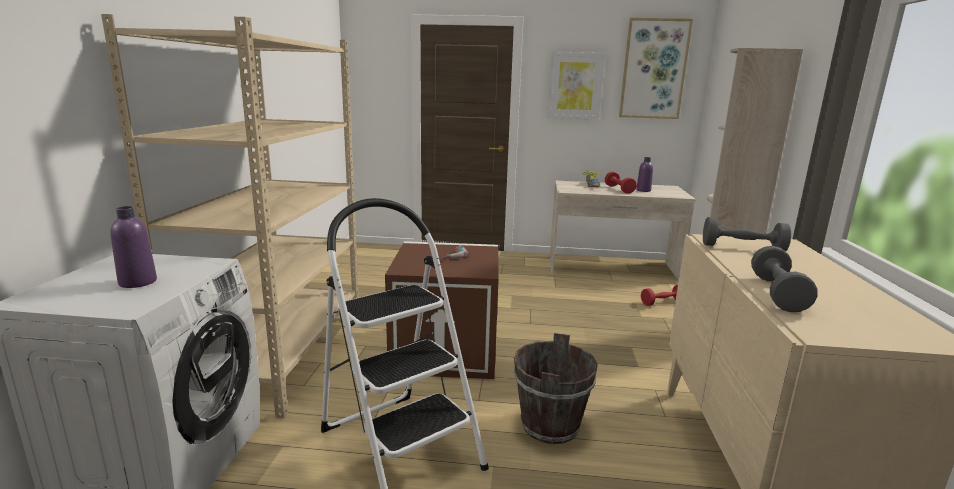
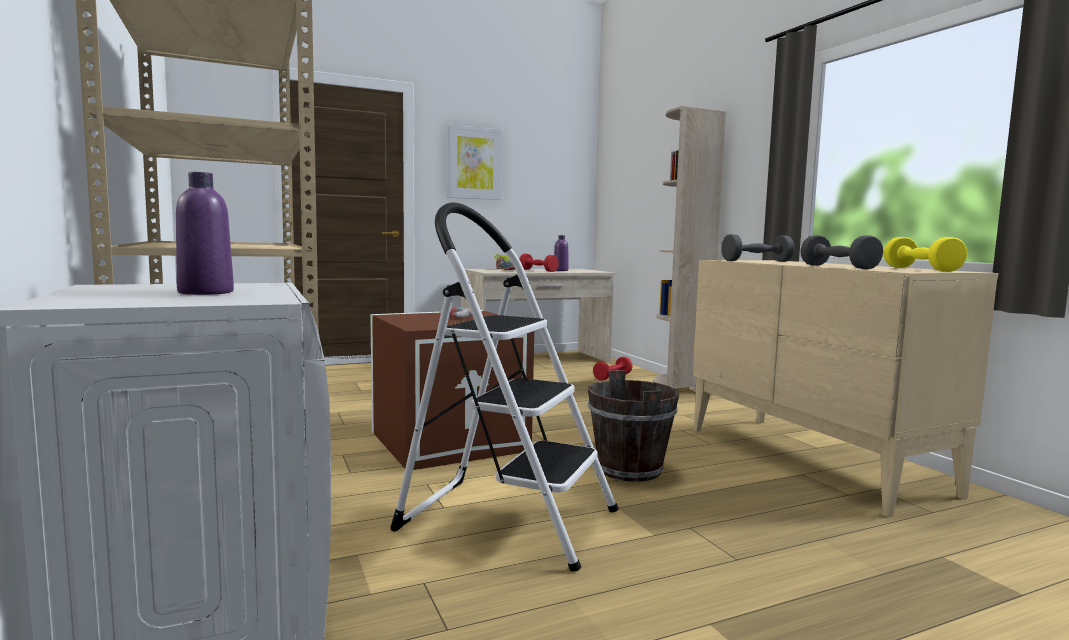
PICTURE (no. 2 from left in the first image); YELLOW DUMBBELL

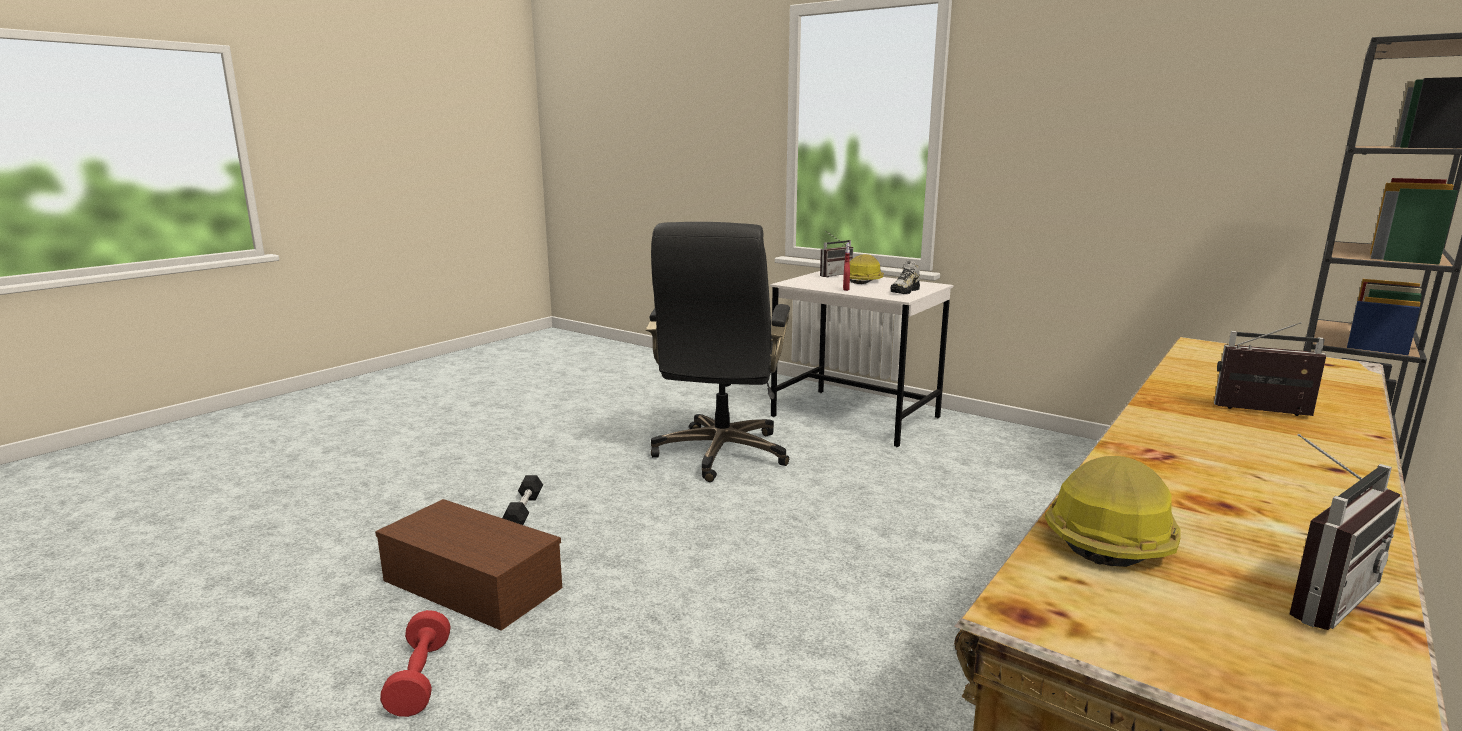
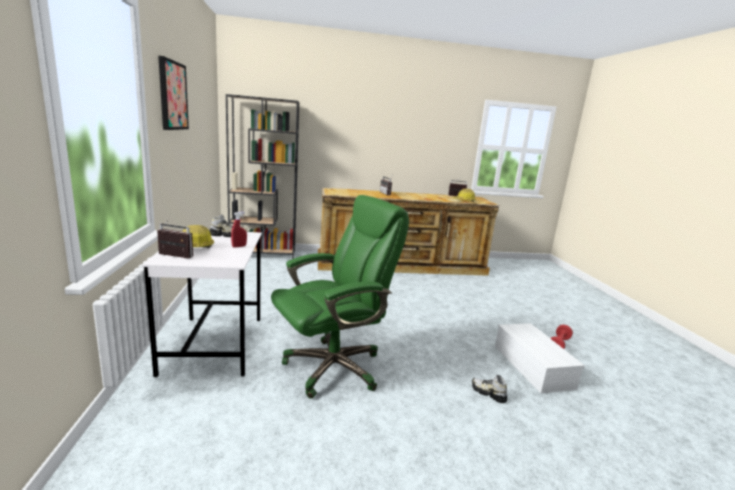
GREEN OFFICE CHAIR; SHOE (no. 2 from left); WHITE STORAGE BOX; PICTURE

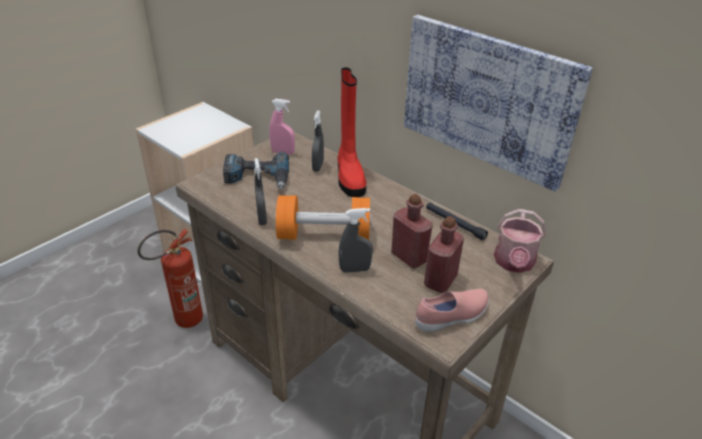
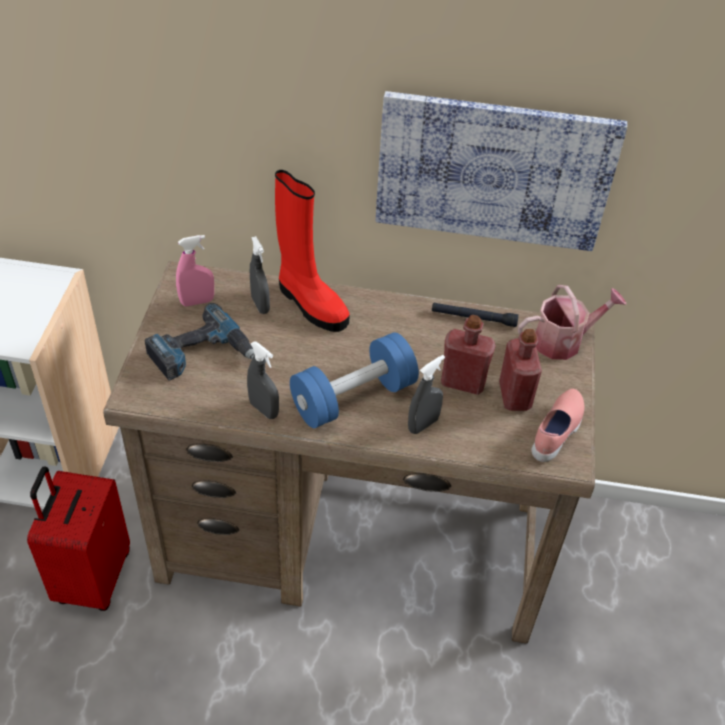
BLUE DUMBBELL; WATERING CAN; RED SUITCASE

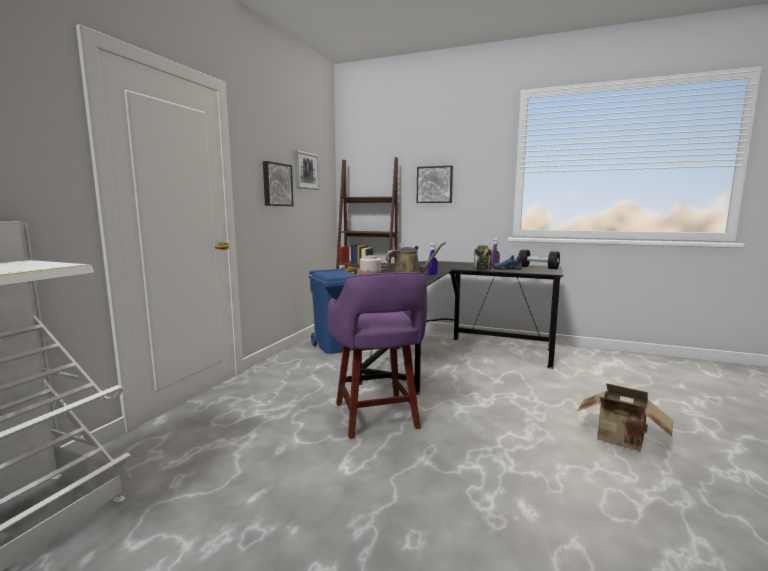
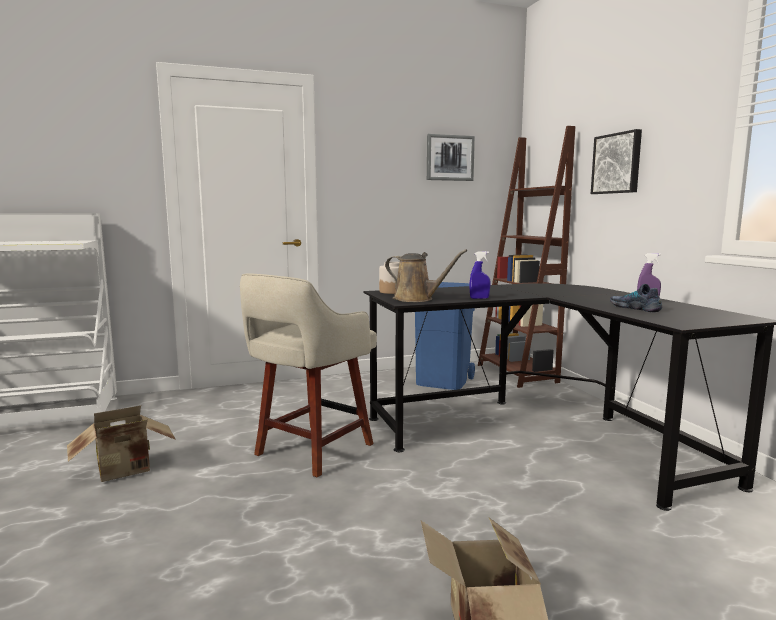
PICTURE (no. 1 from left in the first image); JAR (no. 2 from left in the first image); BLACK DUMBBELL; BEIGE STOOL; CARDBOARD BOX (no. 1 from left)

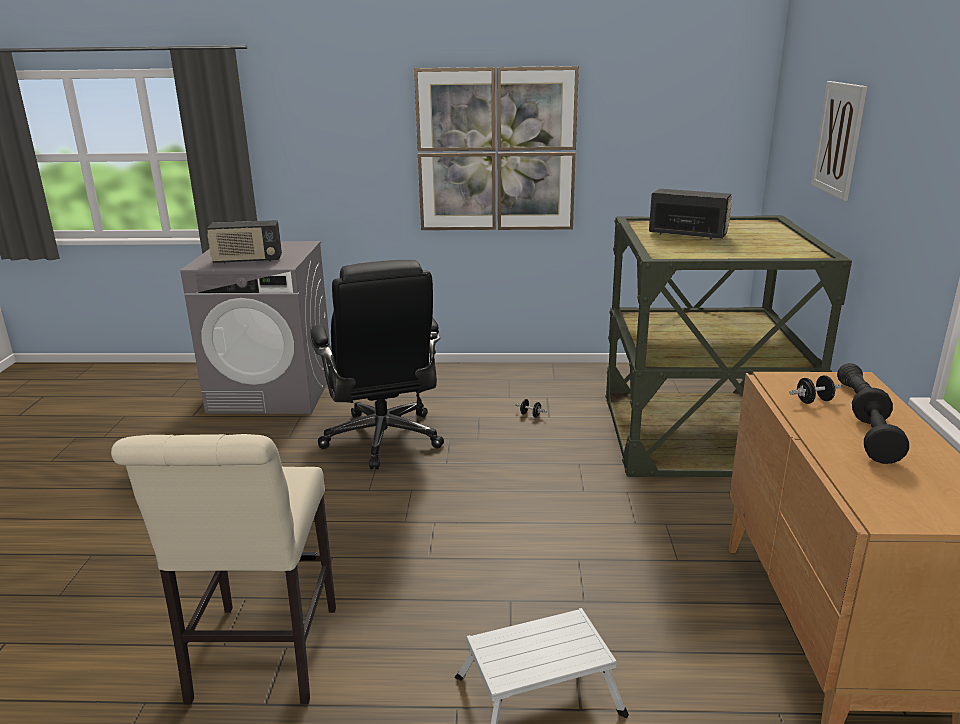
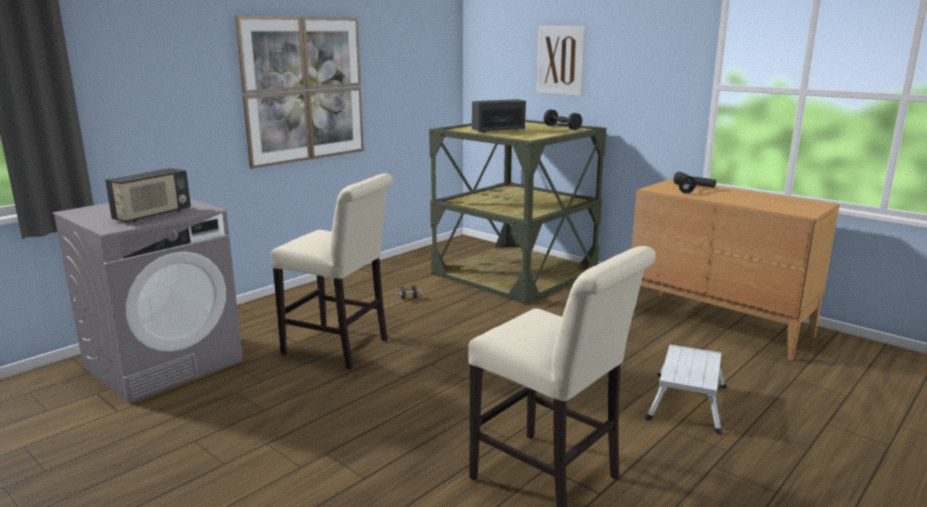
BEIGE STOOL (no. 1 from left); BLACK DUMBBELL (no. 2 from left)

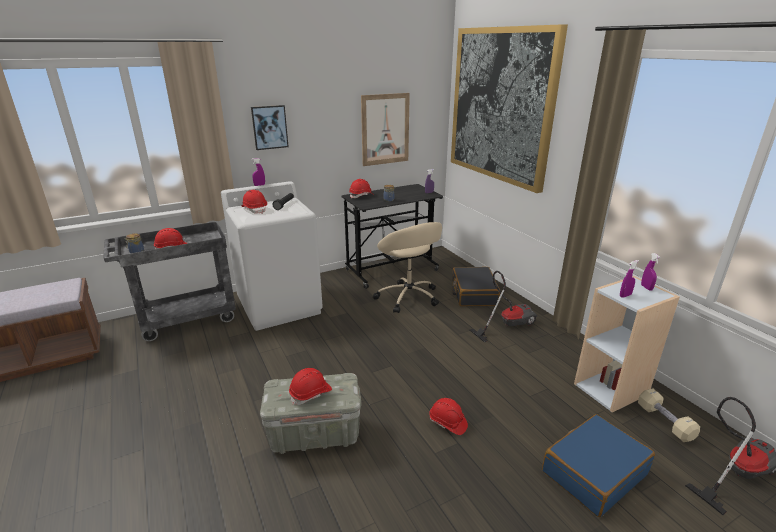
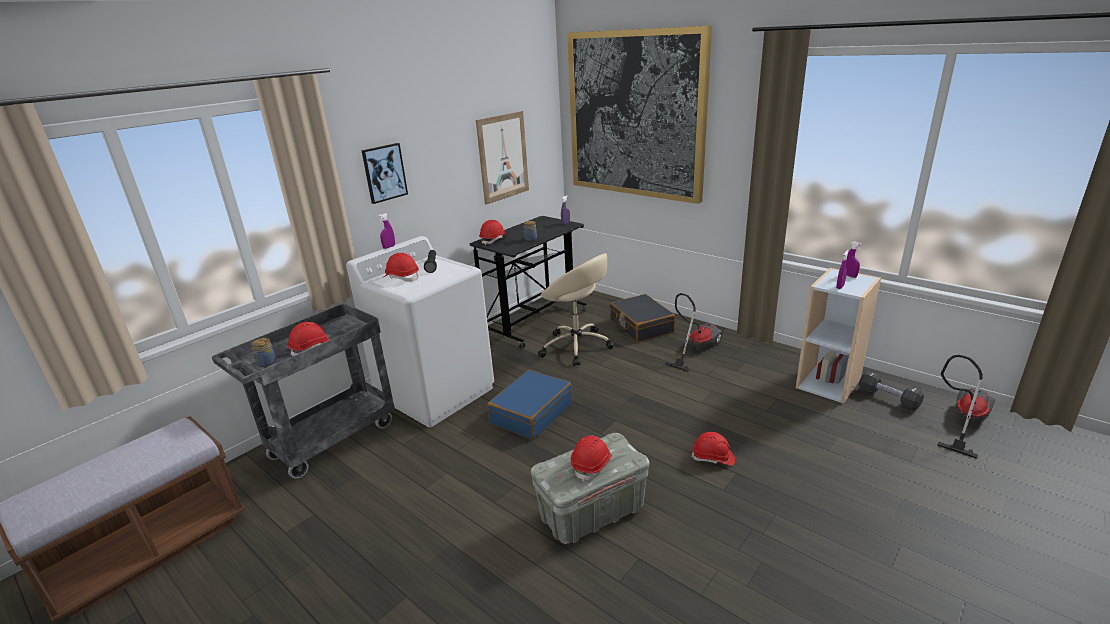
BLACK DUMBBELL; BLUE SUITCASE

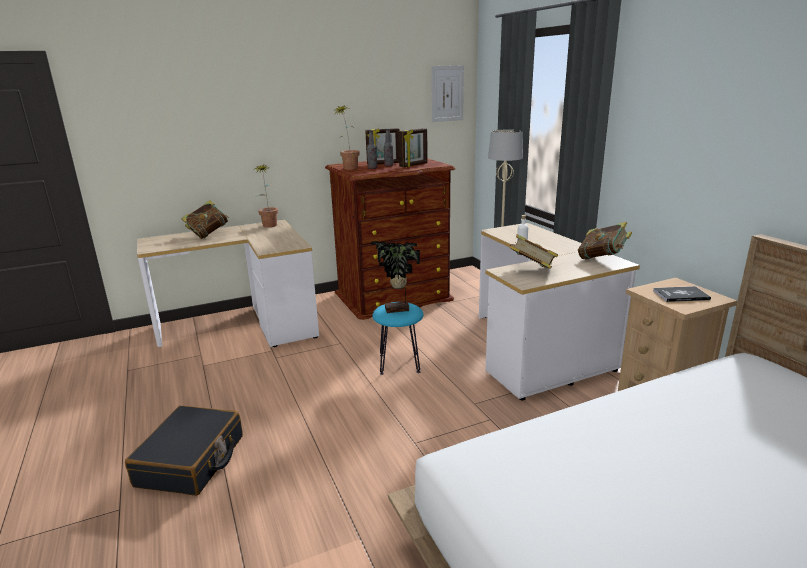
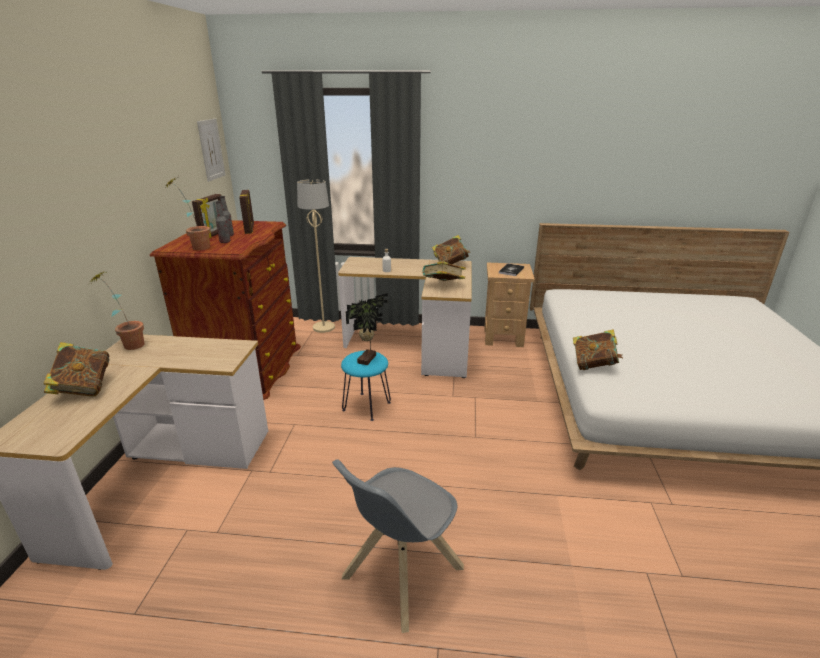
GREY CHAIR; BOOK (no. 5 from left)

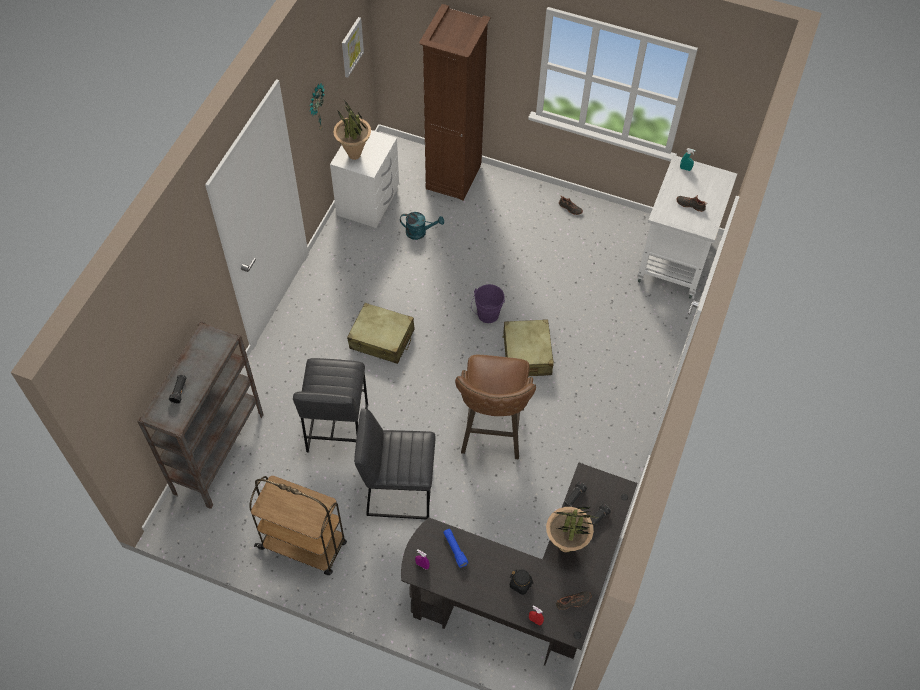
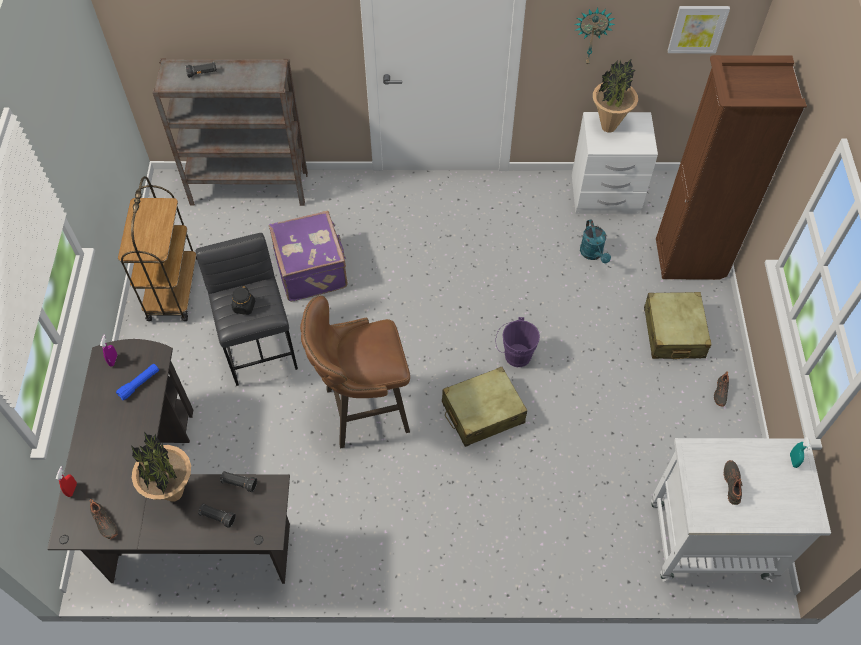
BEIGE SUITCASE (no. 2 from left); PURPLE SUITCASE; BLACK JAR

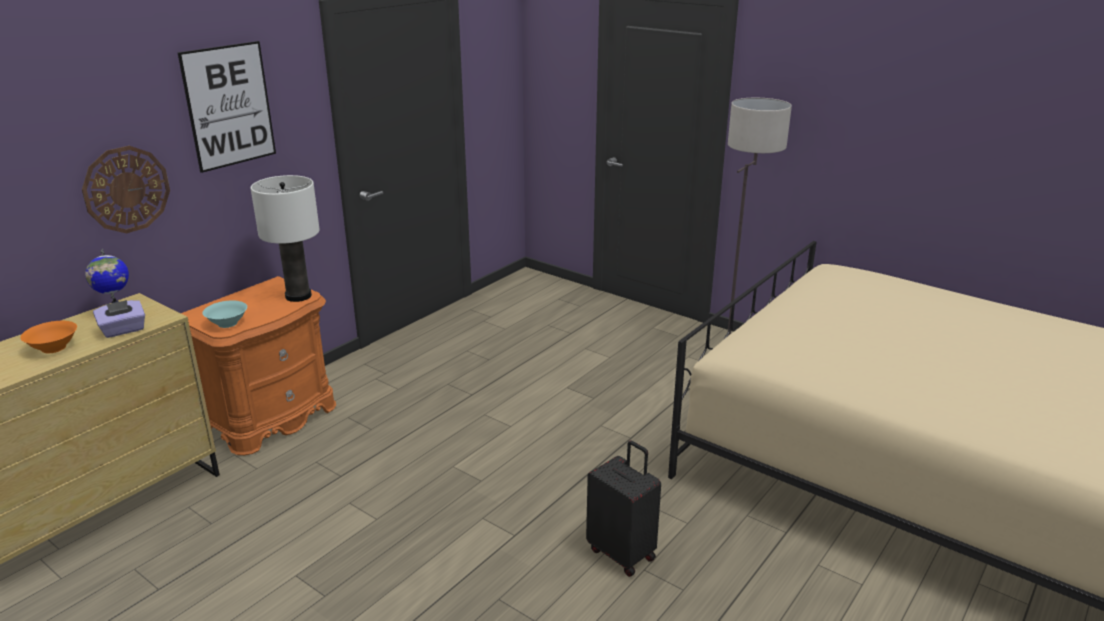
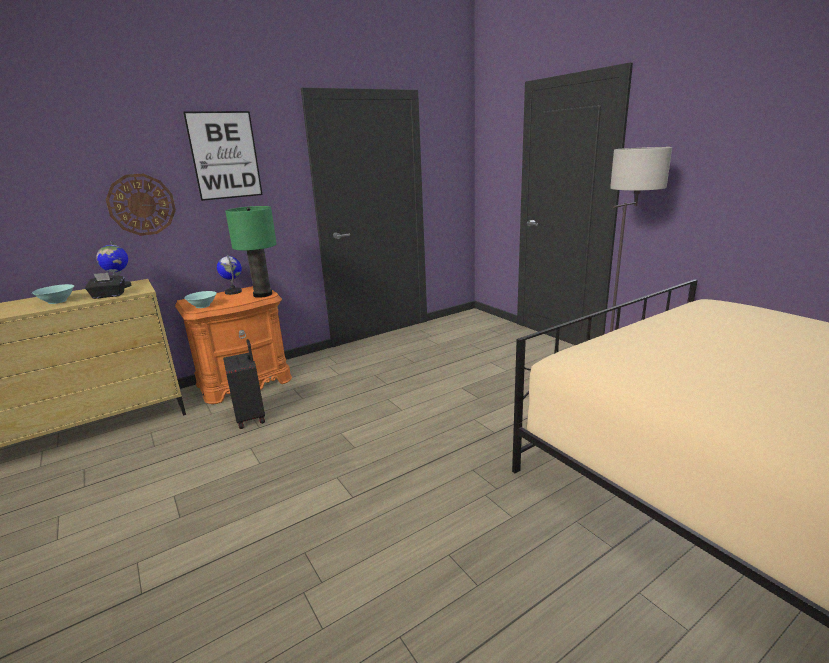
GREEN TABLE LAMP; BLACK TISSUE BOX; TURQUOISE BOWL (no. 1 from left); BLACK SUITCASE; GLOBE (no. 2 from left)

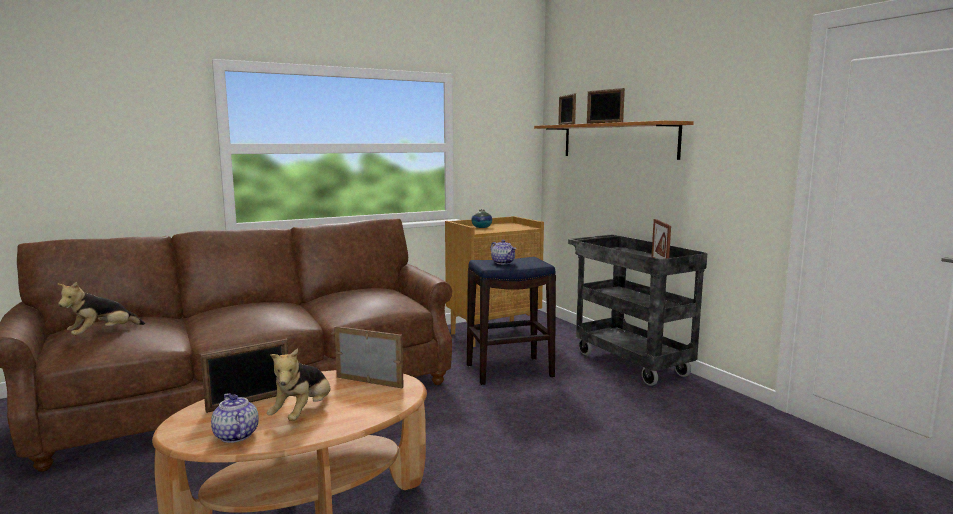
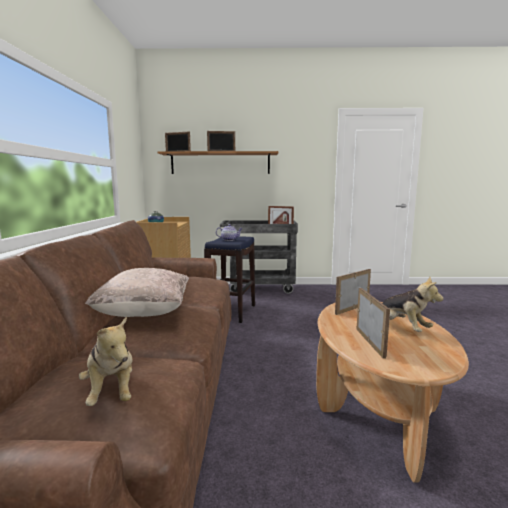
TEAPOT (no. 1 from left in the first image); BEIGE PILLOW

